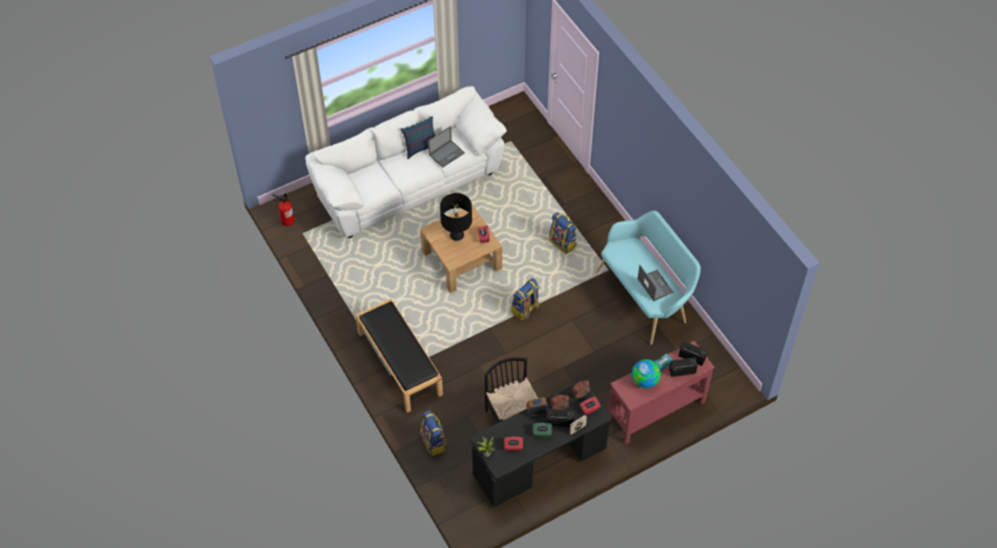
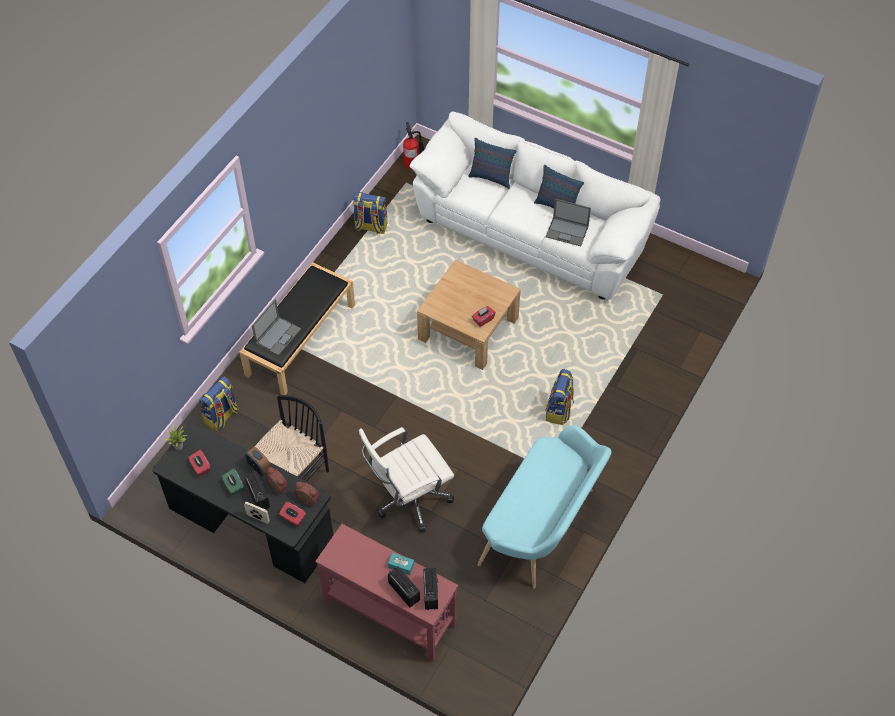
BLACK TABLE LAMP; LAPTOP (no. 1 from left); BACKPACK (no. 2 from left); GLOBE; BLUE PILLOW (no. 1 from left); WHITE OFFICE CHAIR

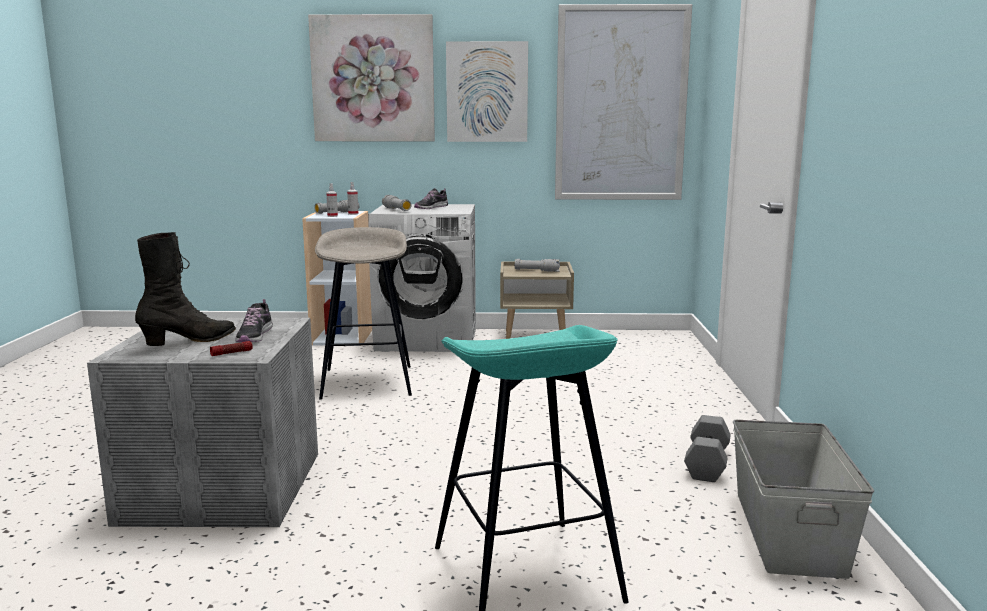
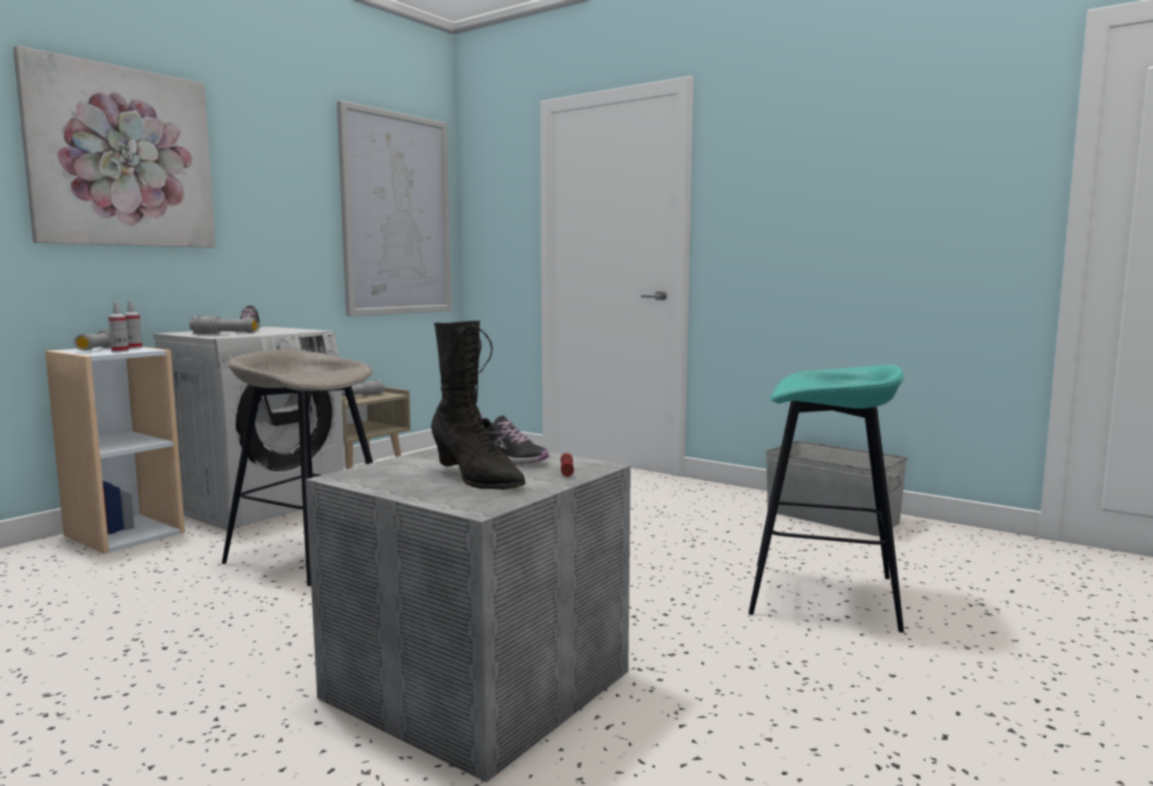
PICTURE (no. 2 from left in the first image); BLACK BOOT; GREY DUMBBELL

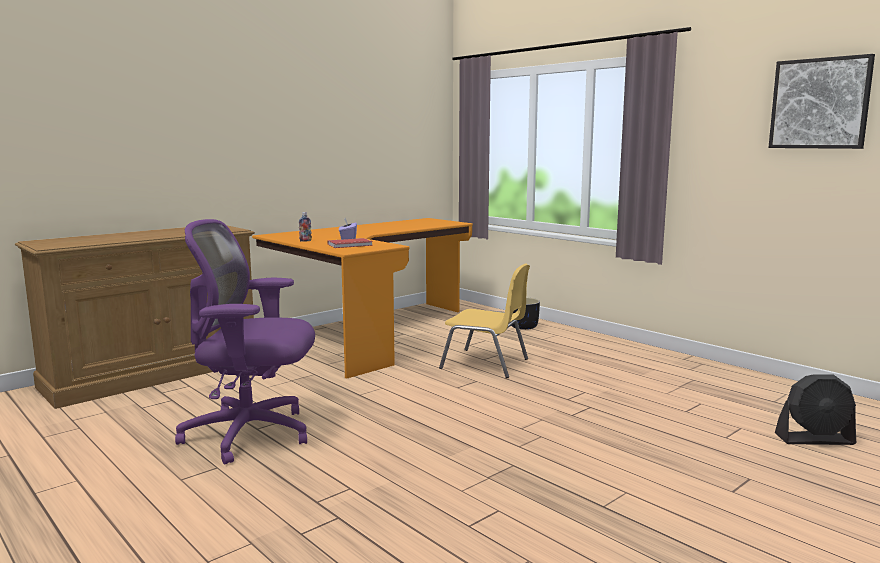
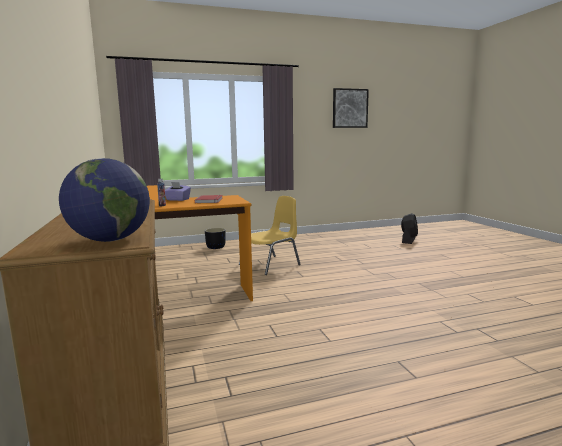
PURPLE OFFICE CHAIR; GLOBE

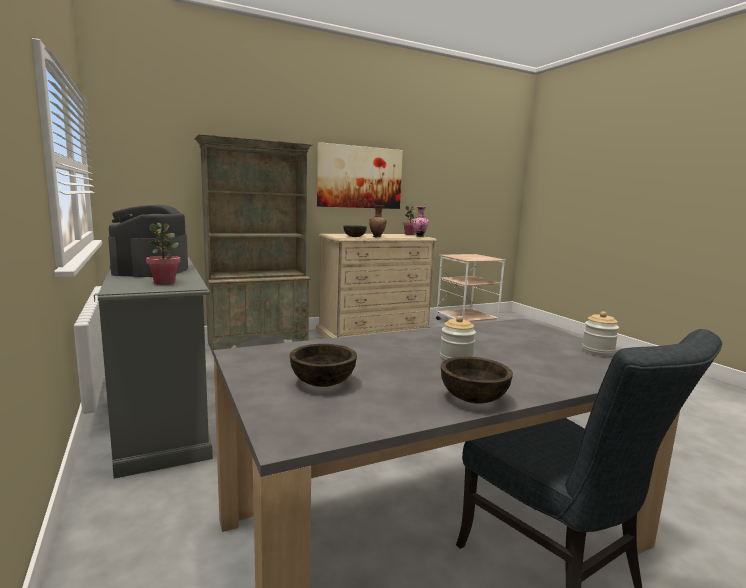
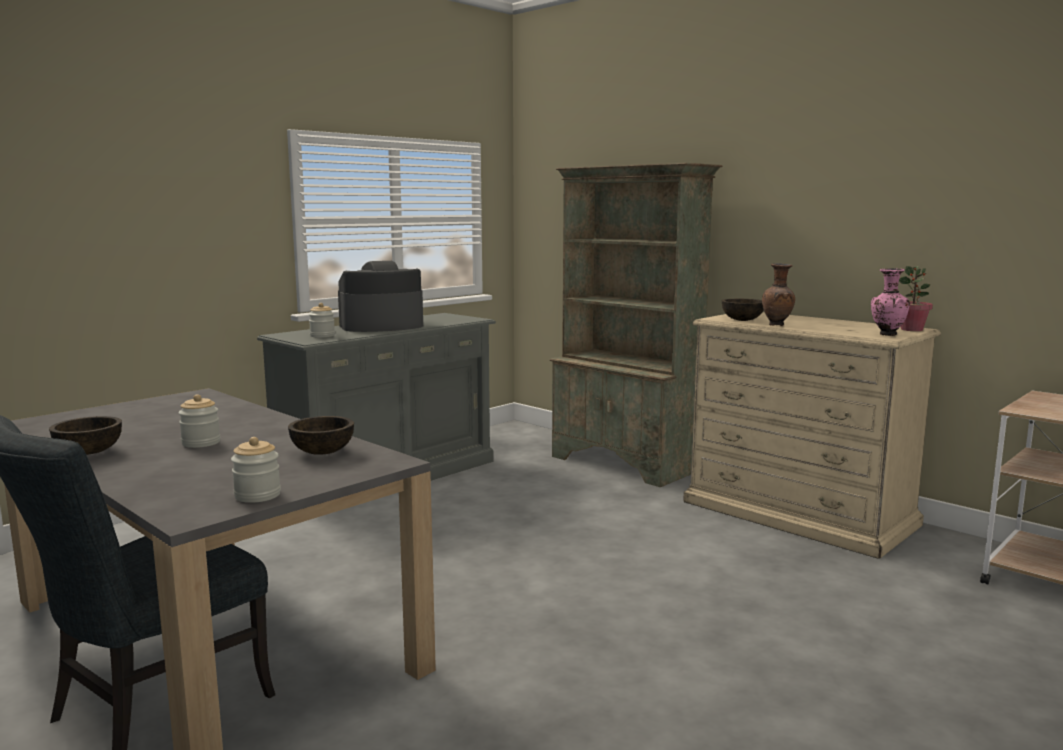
PICTURE; JAR (no. 3 from left); BROWN BOWL (no. 2 from left)

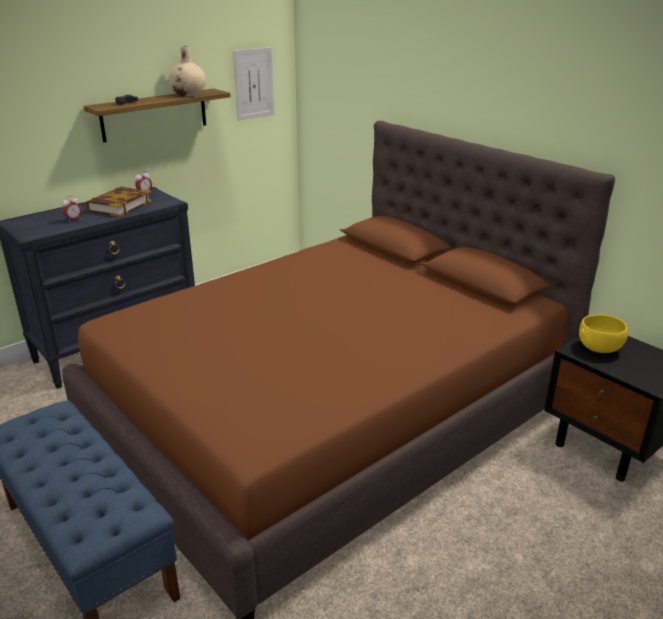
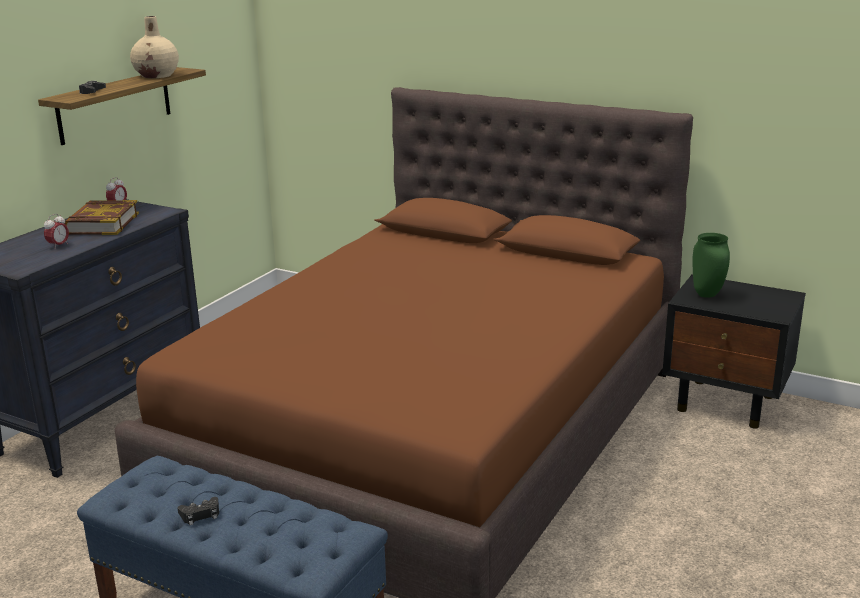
PICTURE; GREEN VASE; BLACK GAME CONTROLLER (no. 2 from left)

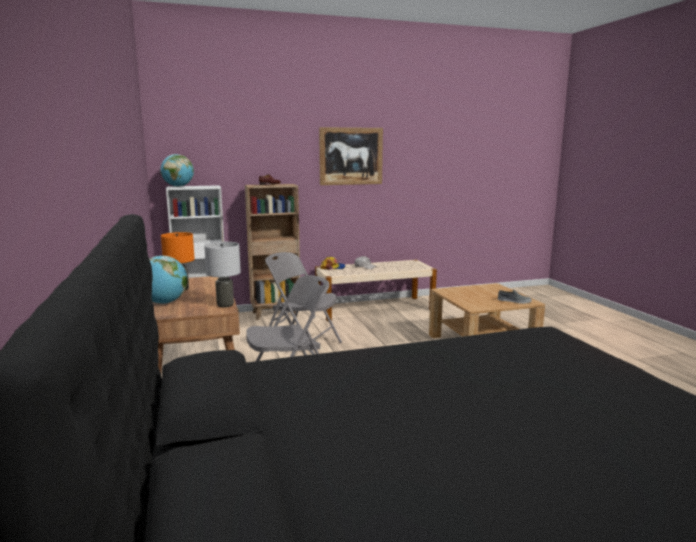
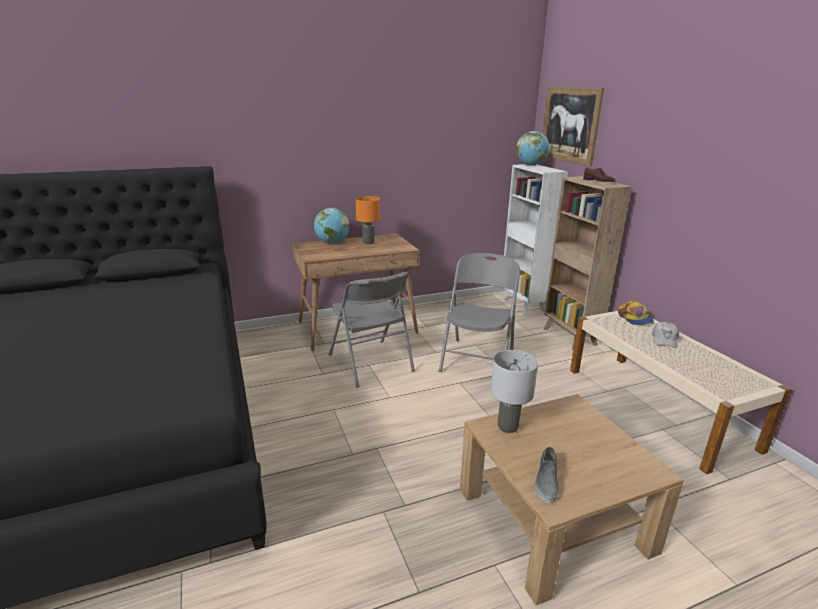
PICTURE; WHITE TABLE LAMP

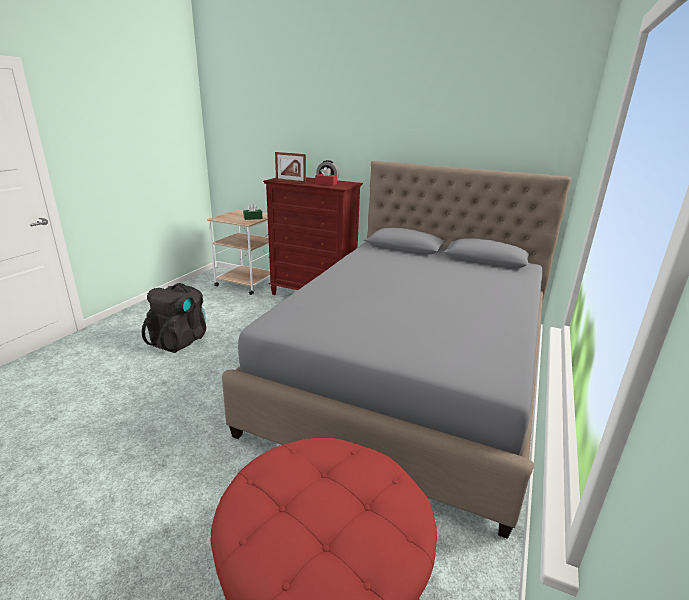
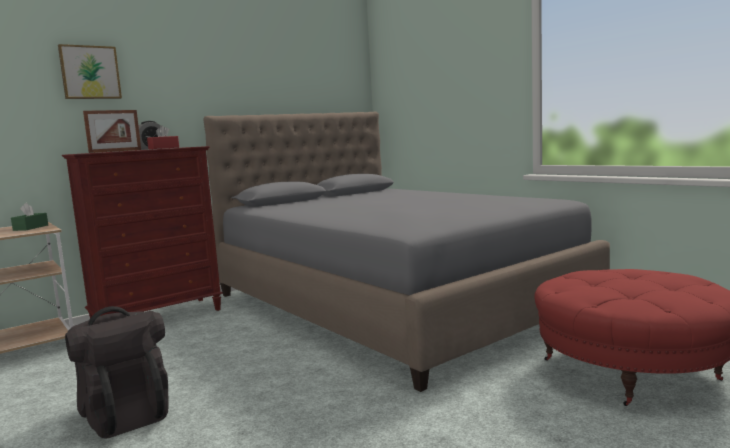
PICTURE

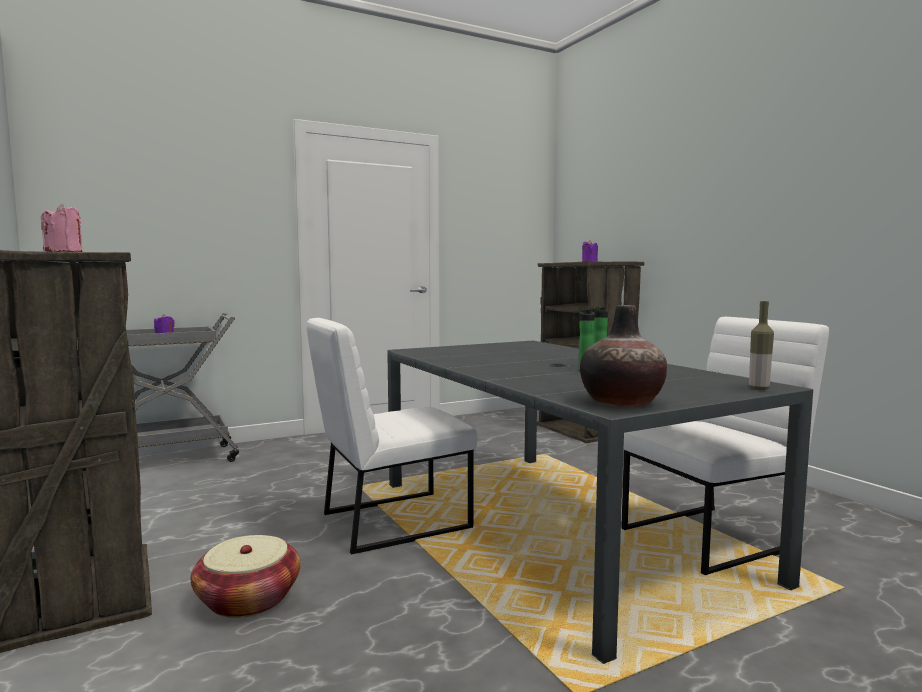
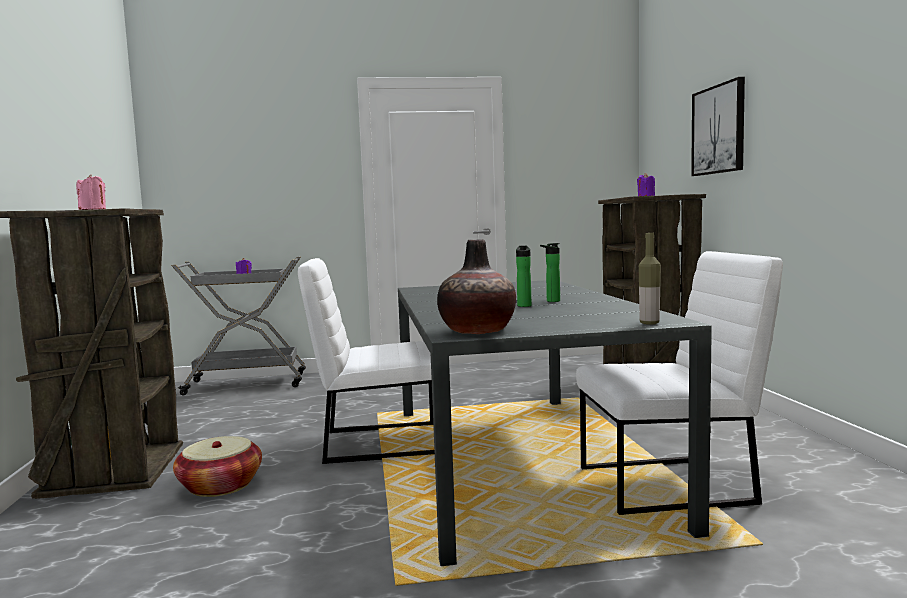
PICTURE

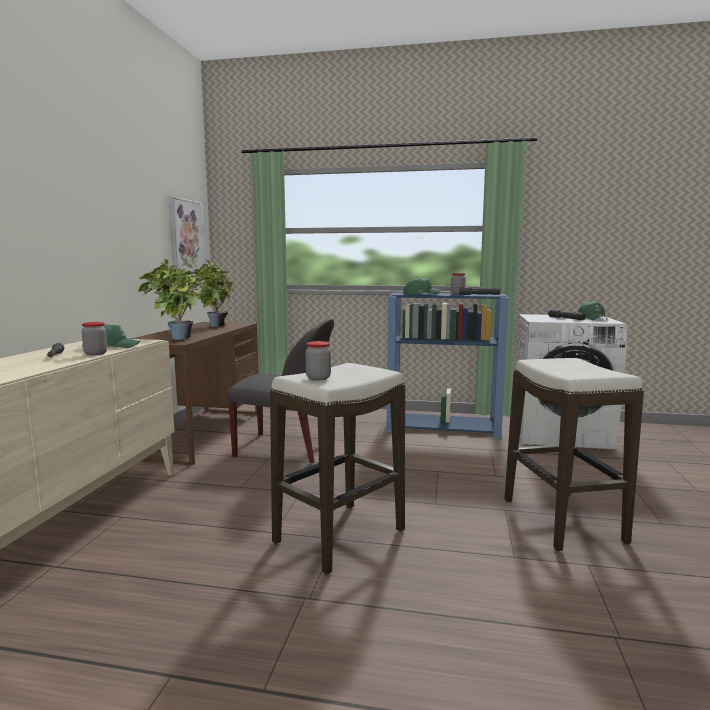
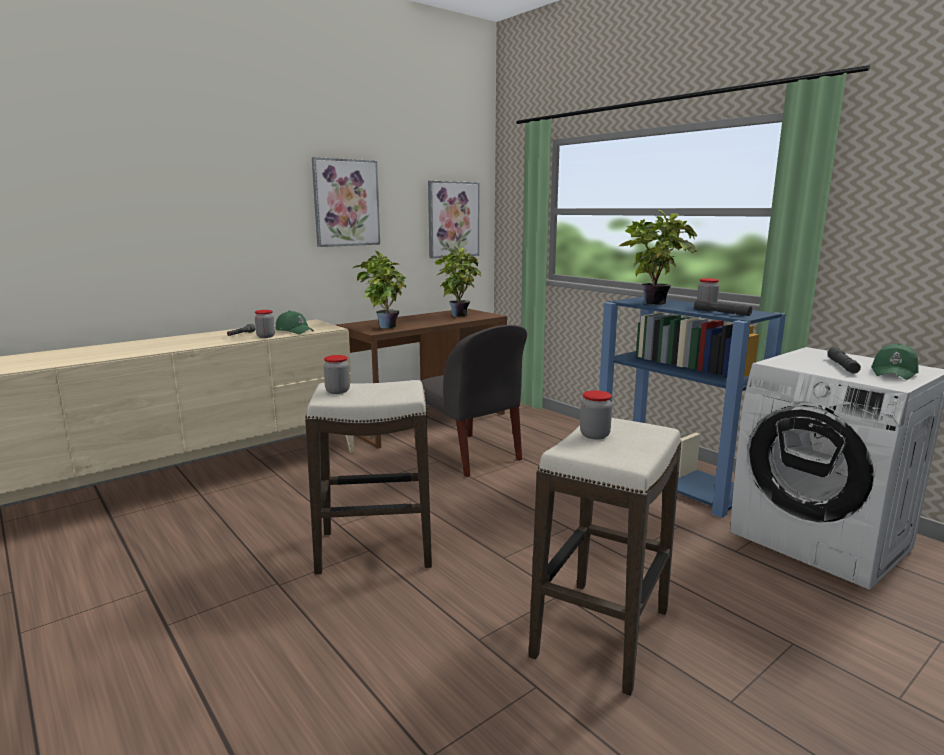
POTTED PLANT (no. 3 from left); PICTURE (no. 1 from left); JAR (no. 3 from left)

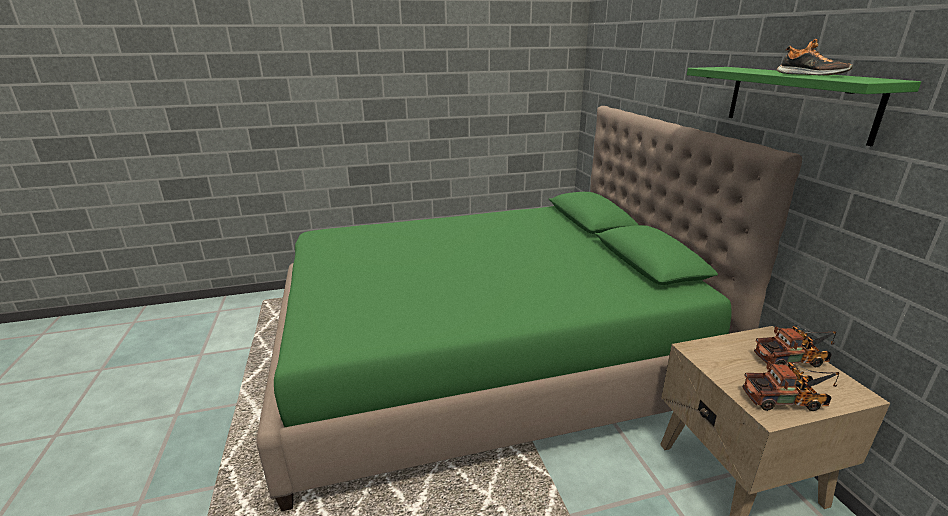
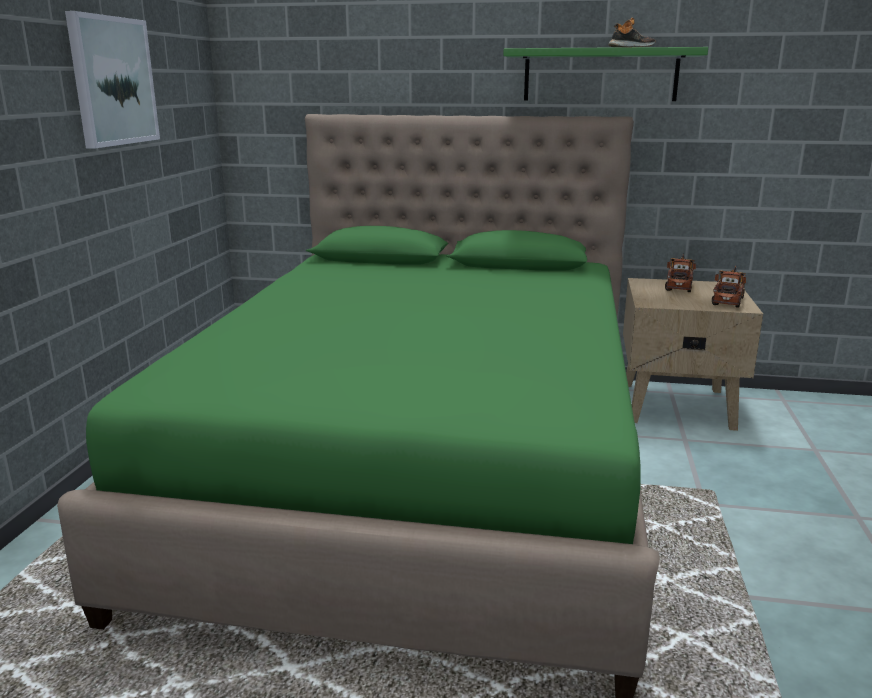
PICTURE

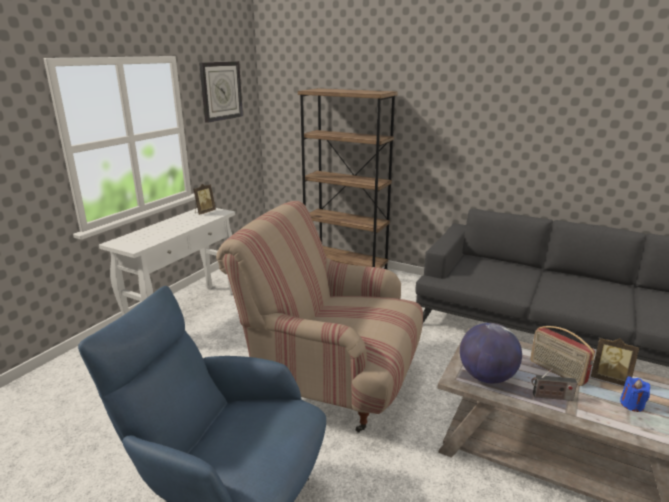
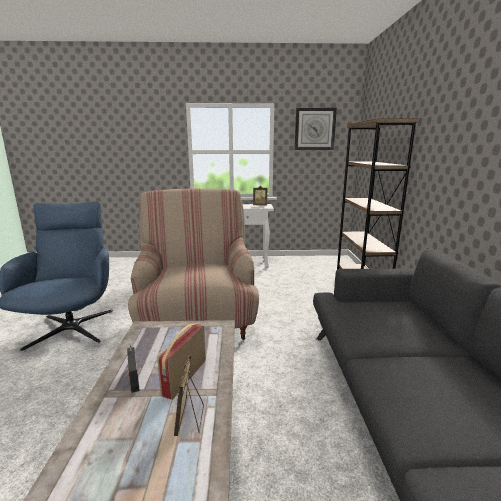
GLOBE; BLUE CANDLE

